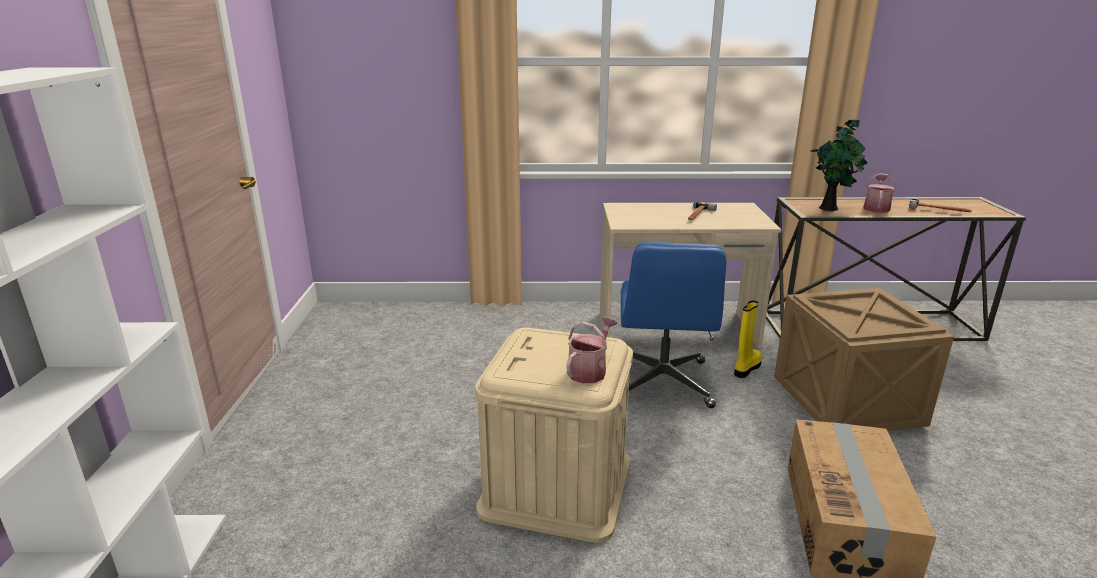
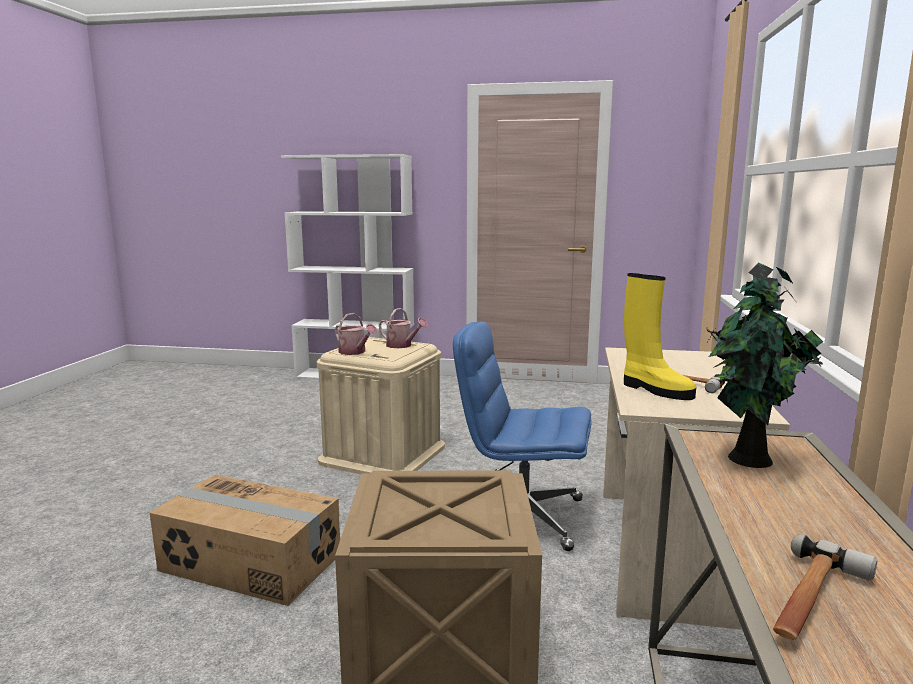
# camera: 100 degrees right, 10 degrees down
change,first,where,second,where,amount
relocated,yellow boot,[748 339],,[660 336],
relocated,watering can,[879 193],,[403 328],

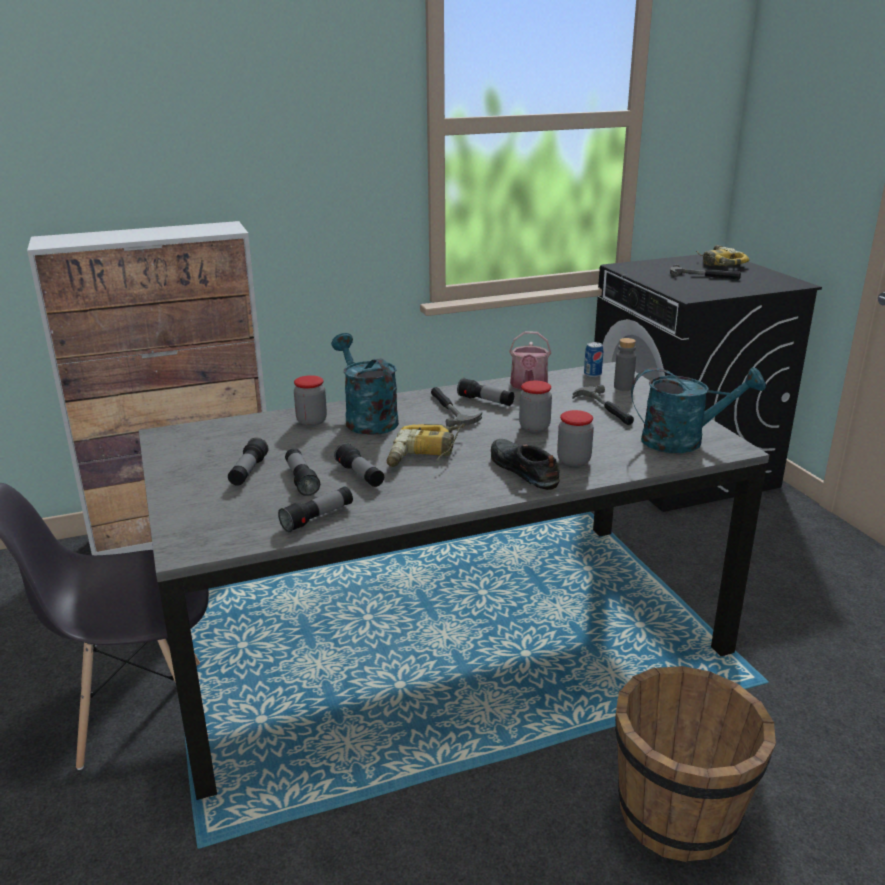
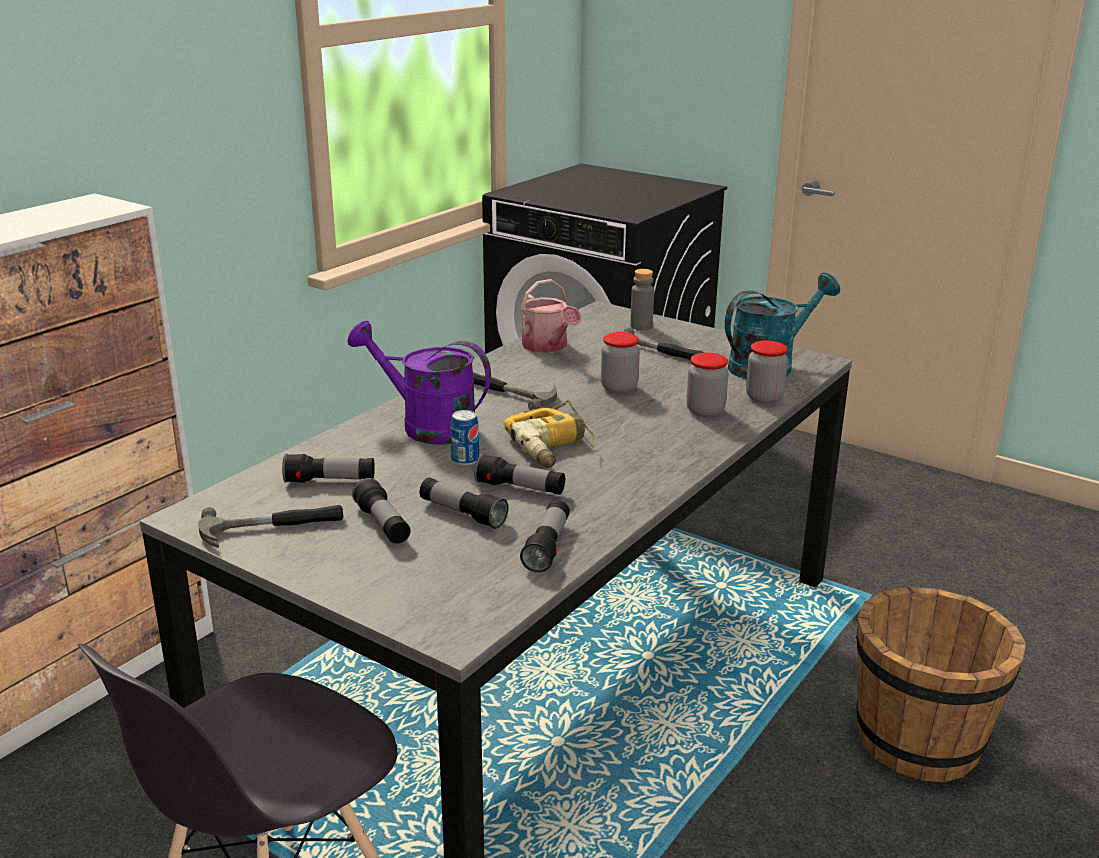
# camera: 35 degrees left, 0 degrees up
change,first,where,second,where,amount
relocated,jar,[310 400],,[767 372],
colour,turquoise watering can,[365 384],purple watering can,[419 383],
relocated,flashlight,[485 392],,[328 468],
missing,black shoe,[525 464],,,
relocated,can,[593 359],,[464 438],
relocated,hammer,[705 272],,[270 526],
missing,power drill,[722 255],,,

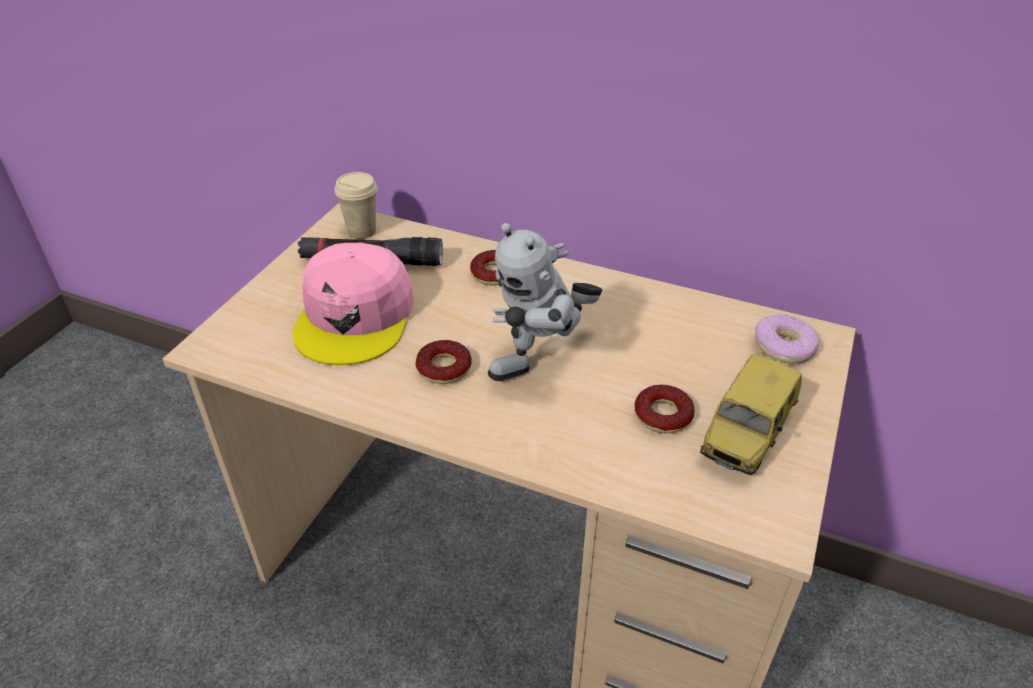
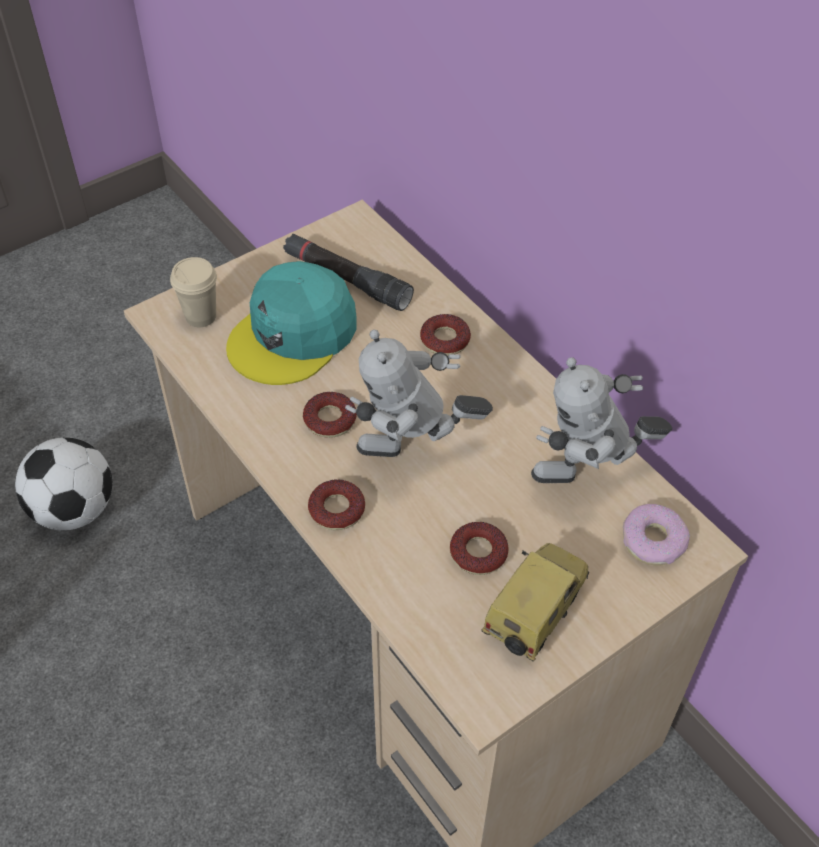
# camera: 30 degrees right, 10 degrees up
change,first,where,second,where,amount
colour,pink cap,[353 304],turquoise cap,[291 323],
relocated,beige cup,[356 205],,[193 292],
spun,toy car,[751 414],,[535 602],150 degrees clockwise
appeared,,,football,[63 484],
appeared,,,donut,[336 504],
appeared,,,toy robot,[601 420],

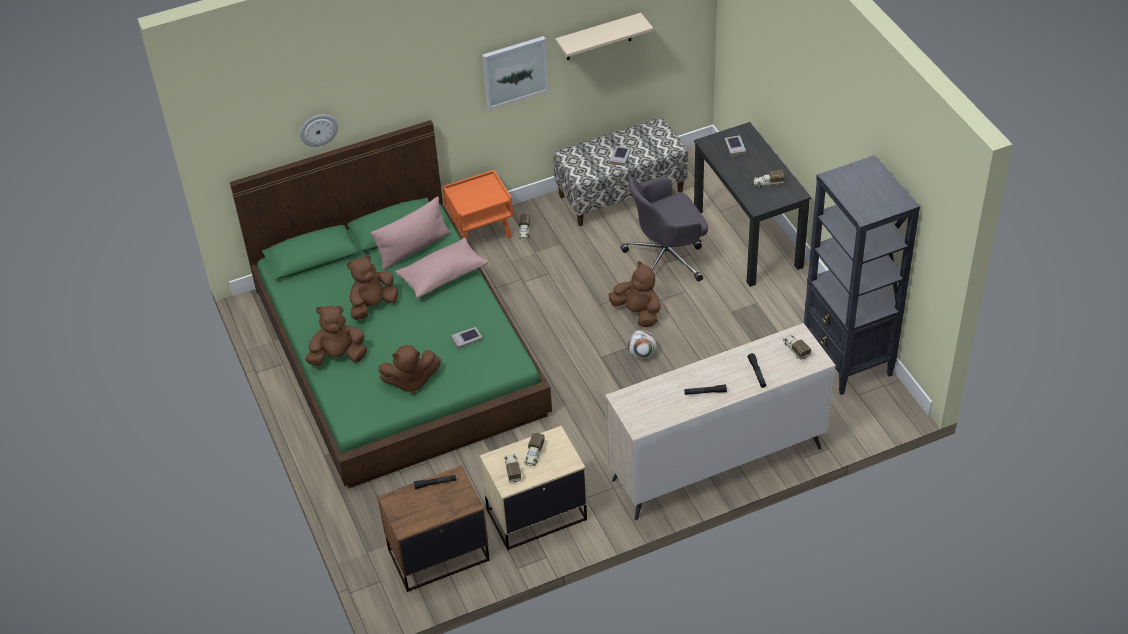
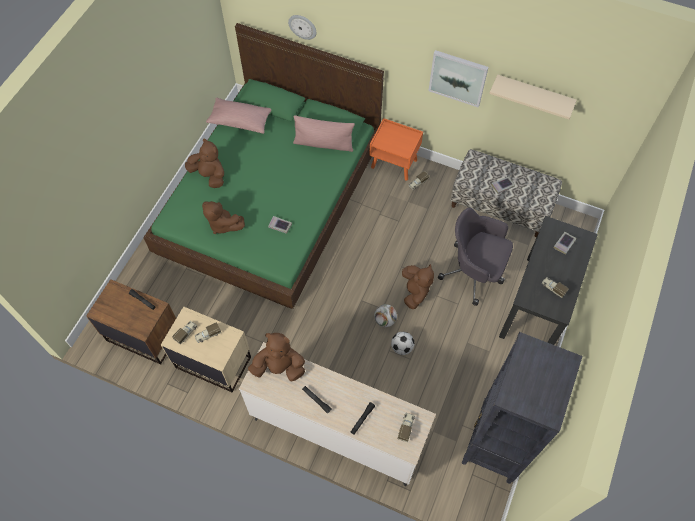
# camera: 45 degrees right, 15 degrees up
change,first,where,second,where,amount
relocated,brown plush toy,[372 287],,[276 357],
relocated,pink pillow,[441 267],,[238 115],
appeared,,,football,[403 343],

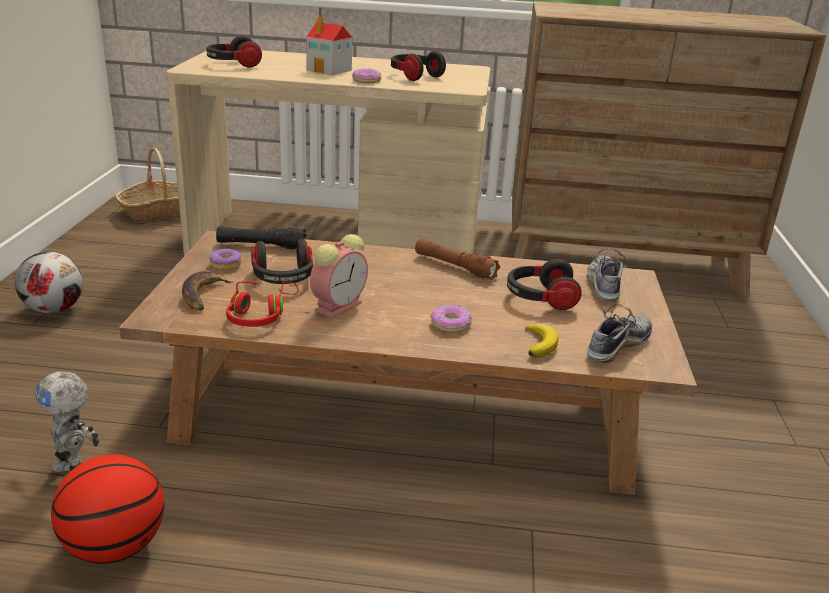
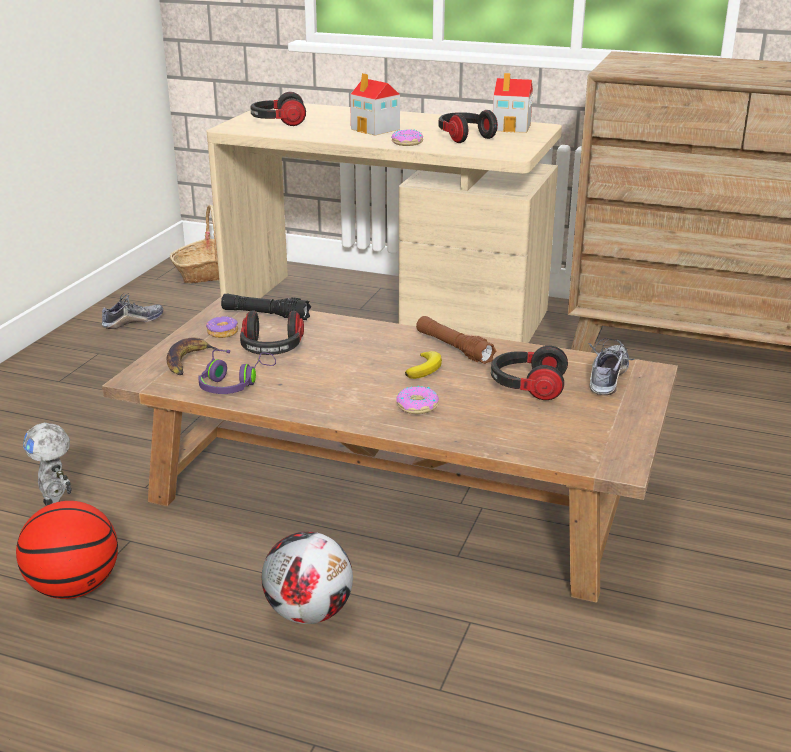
# camera: 15 degrees right, 0 degrees up
change,first,where,second,where,amount
relocated,football,[49 283],,[307 577],
colour,red headphones,[262 304],purple headphones,[237 372],
missing,alarm clock,[339 276],,,
relocated,banana,[541 341],,[423 365],
relocated,shoe,[619 333],,[132 311],
appeared,,,toy house,[513 103],

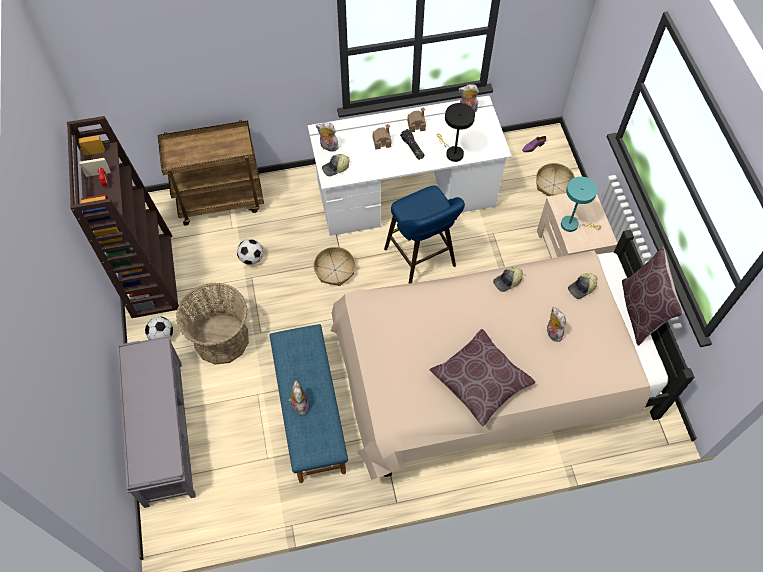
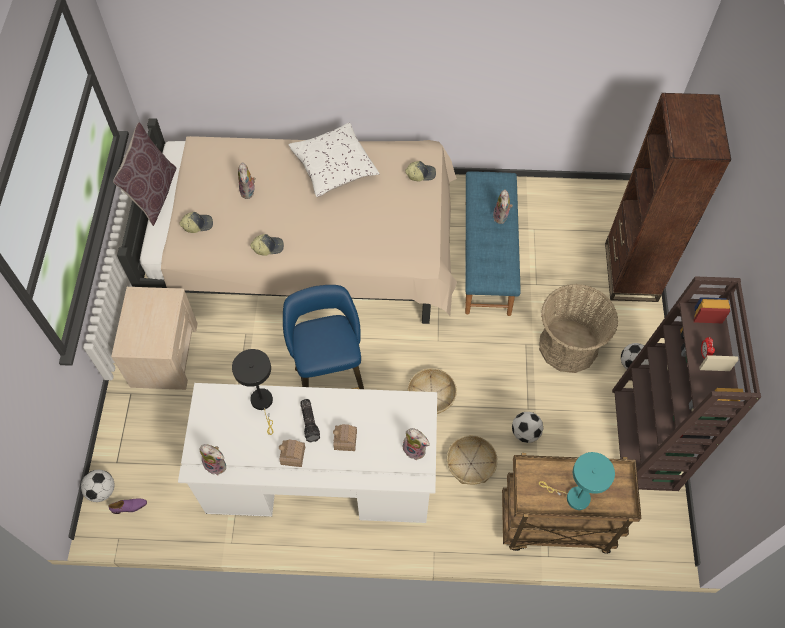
# camera: 165 degrees left, 0 degrees up
change,first,where,second,where,amount
exchanged,grey bench,[156 422],brown bookcase,[668 197],
relocated,cap,[336 165],,[420 171],
colour,brown pillow,[482 378],white pillow,[334 159],
relocated,basket,[555 179],,[472 460],
relocated,turquoise table lamp,[581 204],,[577 481],
appeared,,,football,[98 486],

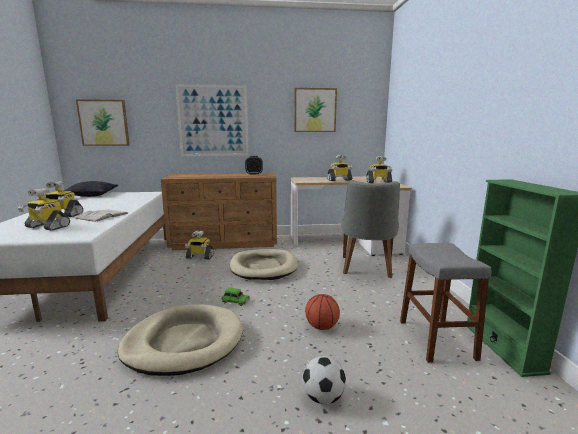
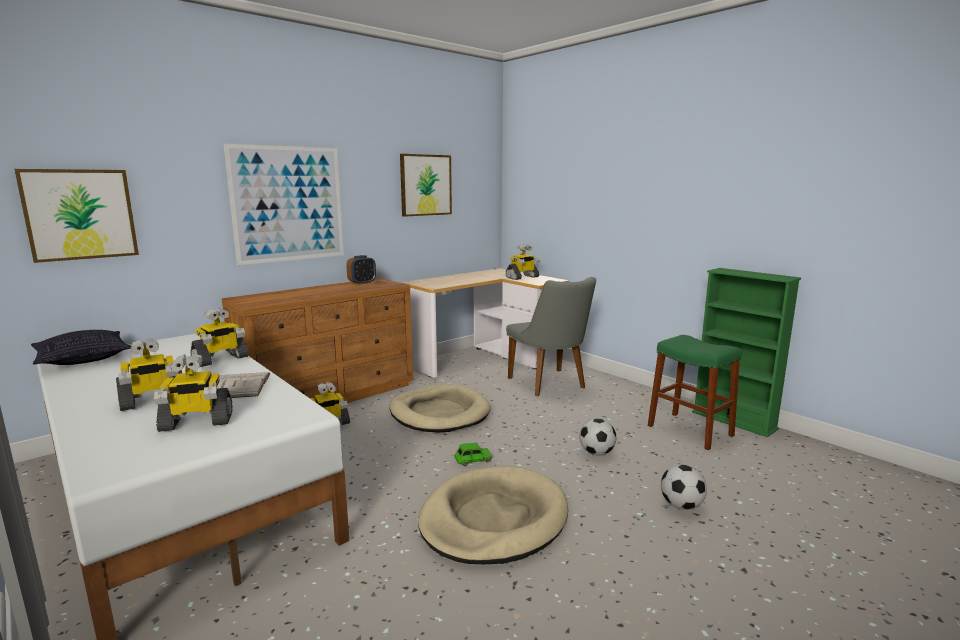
# camera: 35 degrees left, 0 degrees up
change,first,where,second,where,amount
exchanged,basketball,[322 312],football,[597 437],
relocated,toy robot,[339 168],,[219 337],
colour,grey stool,[445 303],green stool,[695 392],

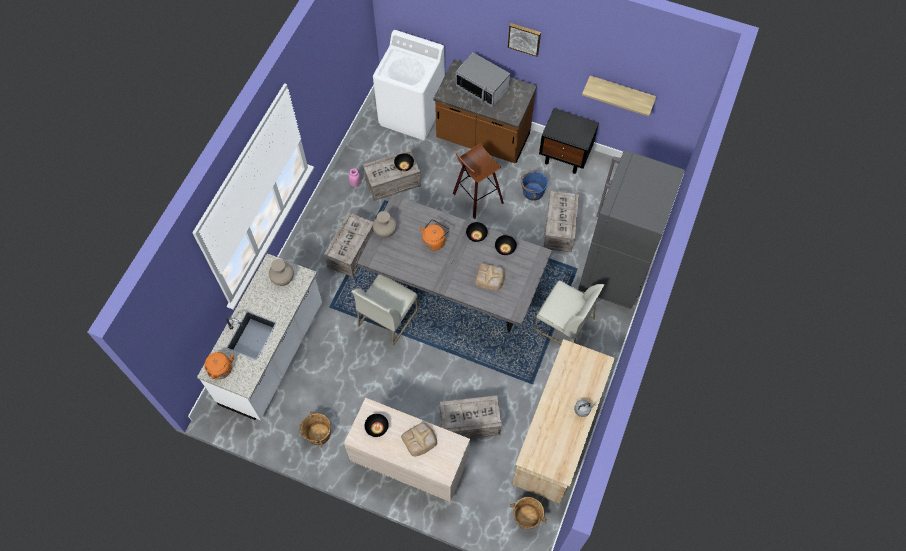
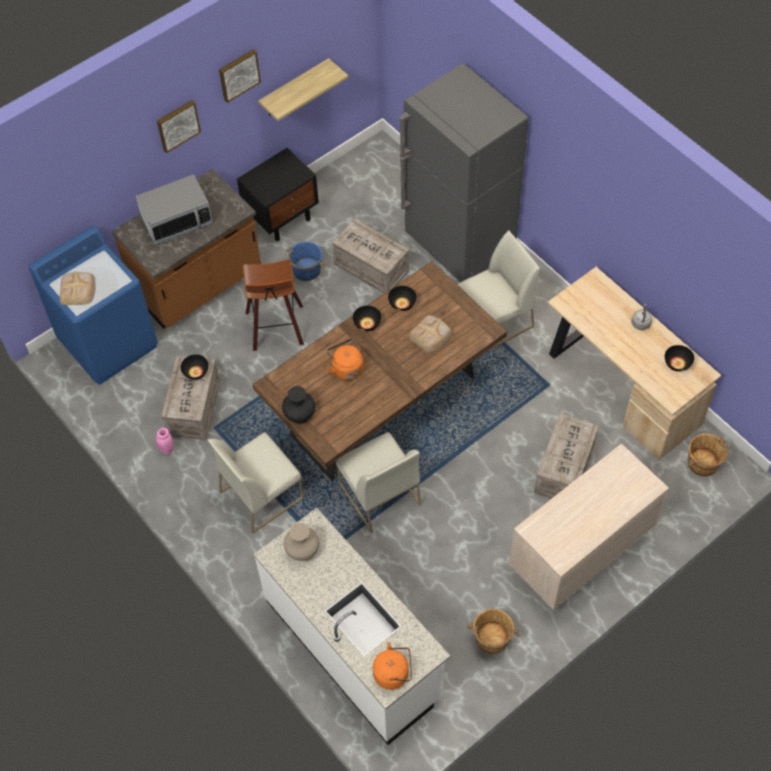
# camera: 60 degrees left, 5 degrees down
change,first,where,second,where,amount
exchanged,crate,[349 244],white chair,[255 483],
colour,grey dining table,[454 263],brown dining table,[379 371],
relocated,black bowl,[377 425],,[679 358],
colour,white washing machine,[409 85],blue washing machine,[93 305],
colour,beige vase,[385 224],black vase,[298 405],
relocated,bread,[419 439],,[77 288],
appeared,,,picture,[240 76],

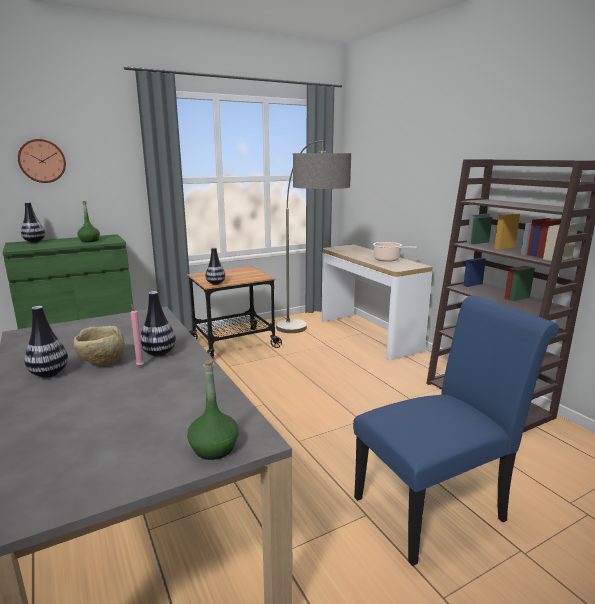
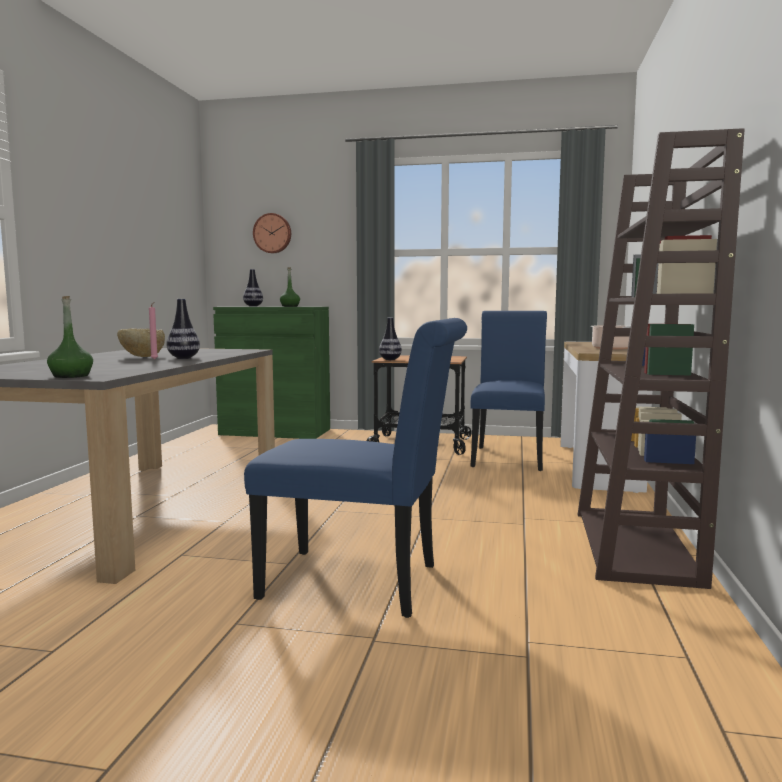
# camera: 40 degrees right, 10 degrees down
change,first,where,second,where,amount
missing,vase,[46 342],,,
exchanged,floor lamp,[313 236],blue chair,[508 391],

